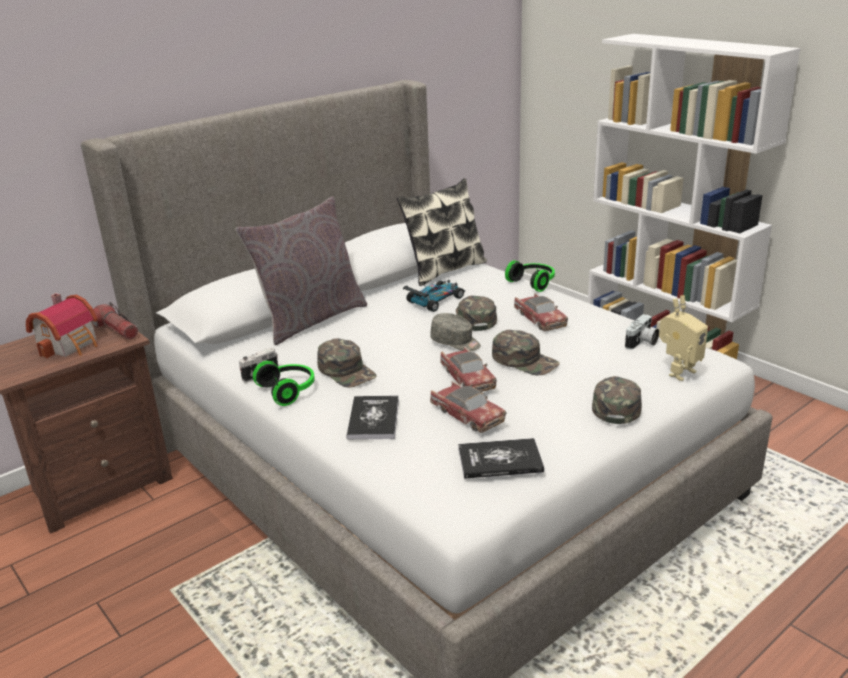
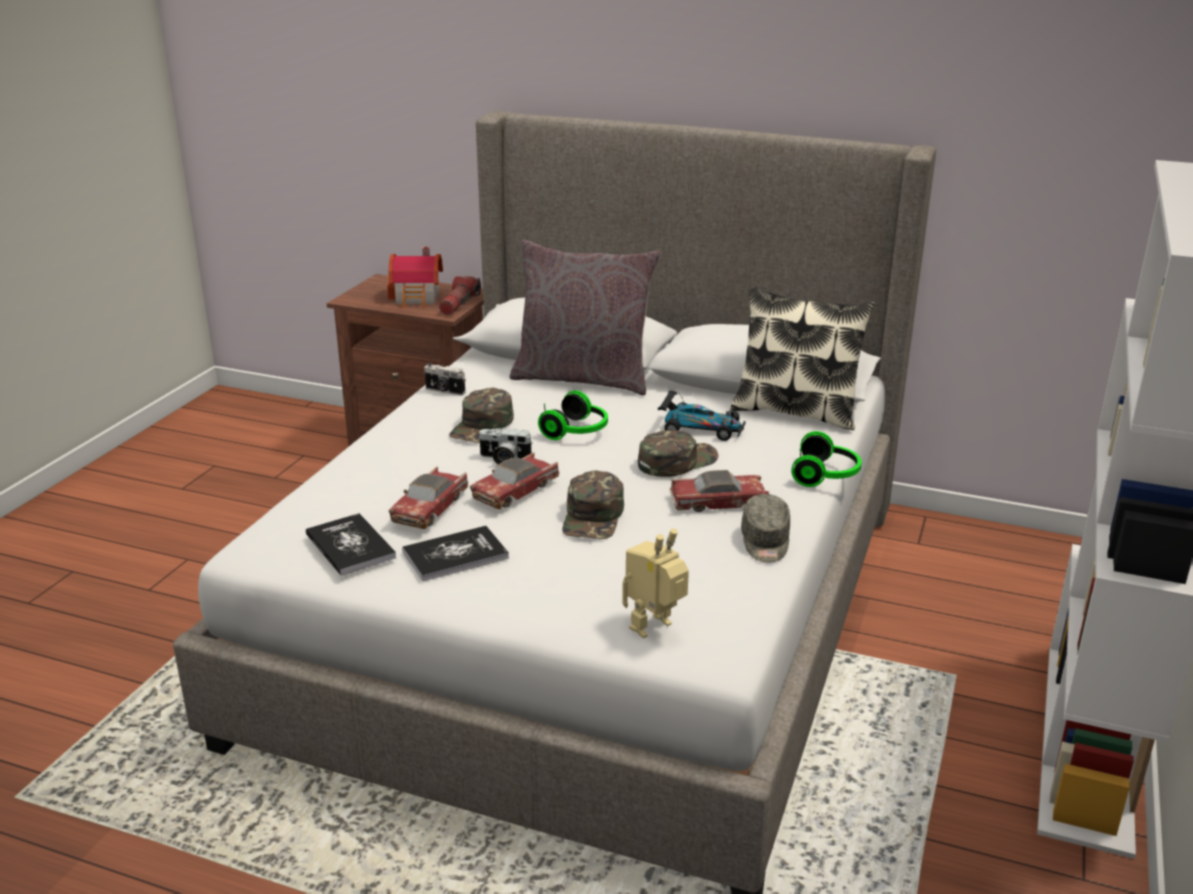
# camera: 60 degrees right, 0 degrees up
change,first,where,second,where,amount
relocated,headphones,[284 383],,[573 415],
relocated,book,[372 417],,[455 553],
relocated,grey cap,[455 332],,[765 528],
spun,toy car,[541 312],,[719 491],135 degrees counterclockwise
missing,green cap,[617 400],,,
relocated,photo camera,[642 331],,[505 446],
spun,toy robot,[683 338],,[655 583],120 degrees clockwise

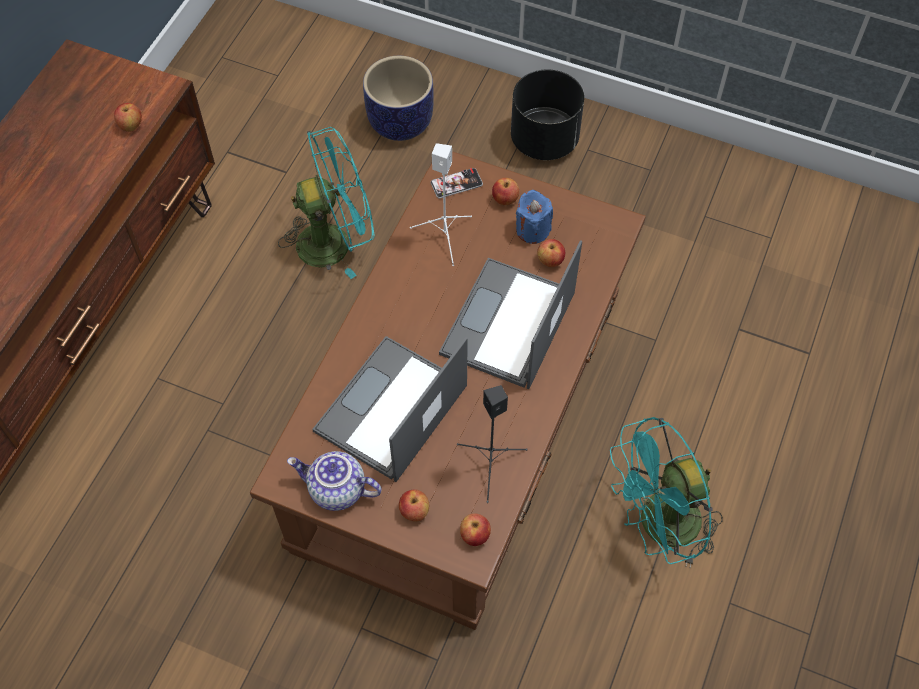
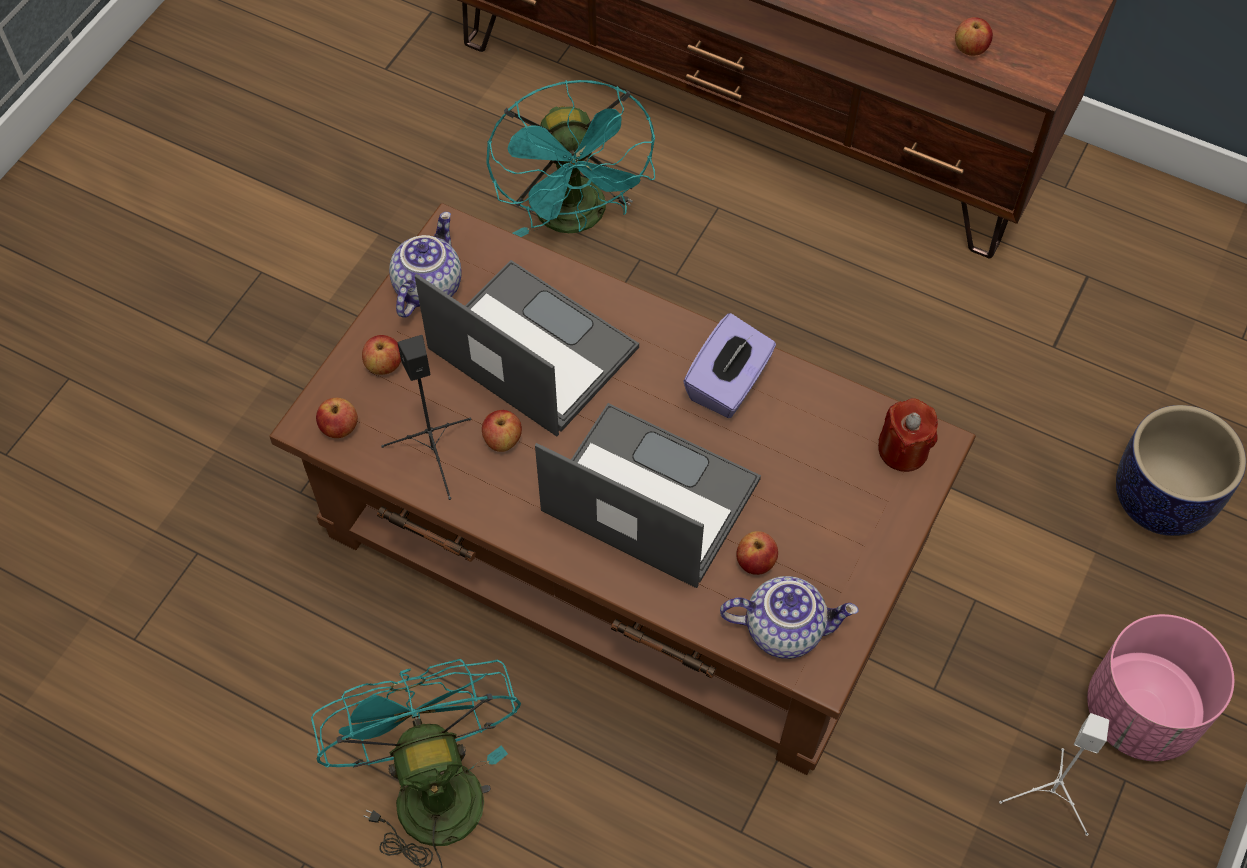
# camera: 95 degrees right, 0 degrees up
change,first,where,second,where,amount
relocated,turquoise fan,[326 203],,[570 158],
relocated,white speaker,[441 204],,[1054 774],
exchanged,phone,[457 183],red candle,[908 435],
relocated,apple,[505 191],,[502 431],
colour,black planter,[547 114],pink planter,[1160 687],
missing,blue candle,[534 217],,,
appeared,,,purple tissue box,[729 365],
appeared,,,teapot,[789 617],

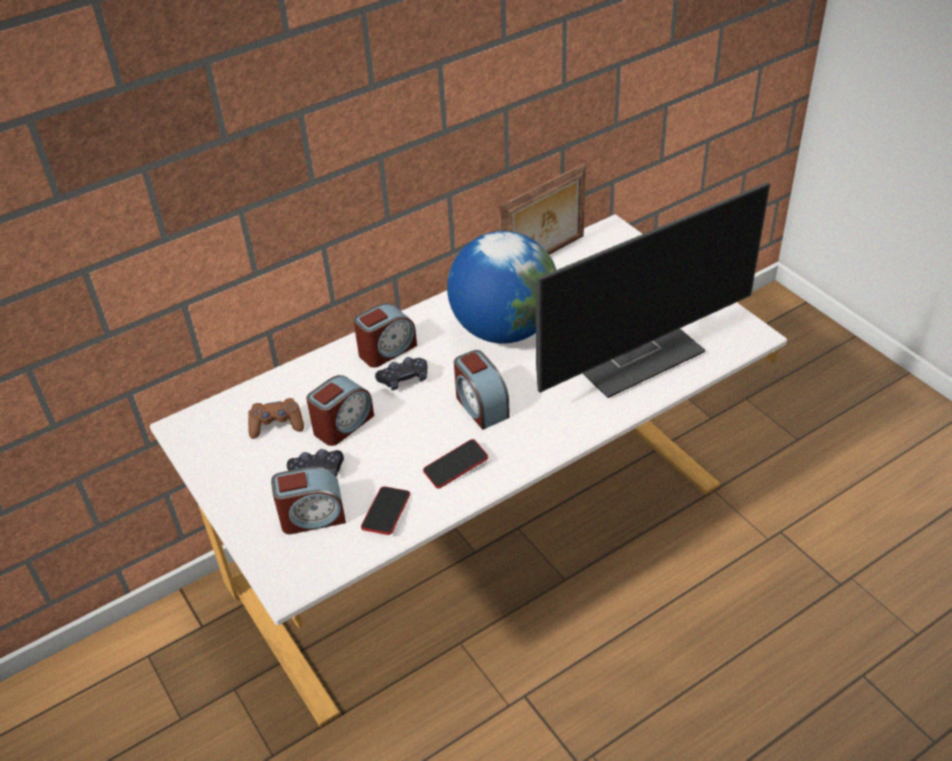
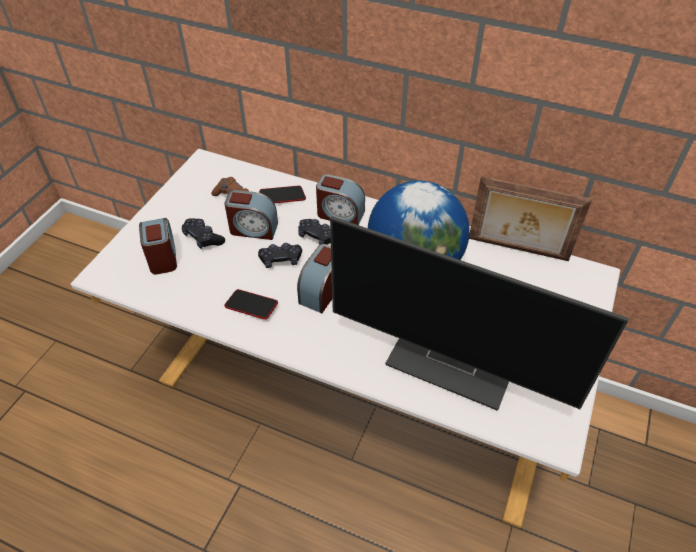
# camera: 55 degrees right, 5 degrees up
change,first,where,second,where,amount
spun,alarm clock,[308 500],,[158 246],150 degrees counterclockwise
relocated,phone,[385 510],,[282 194],
appeared,,,black game controller,[280 255],

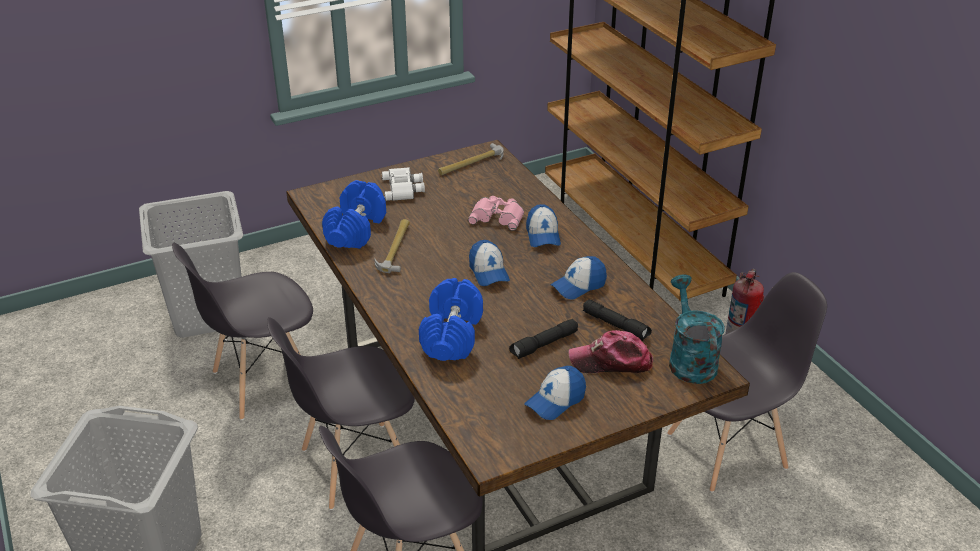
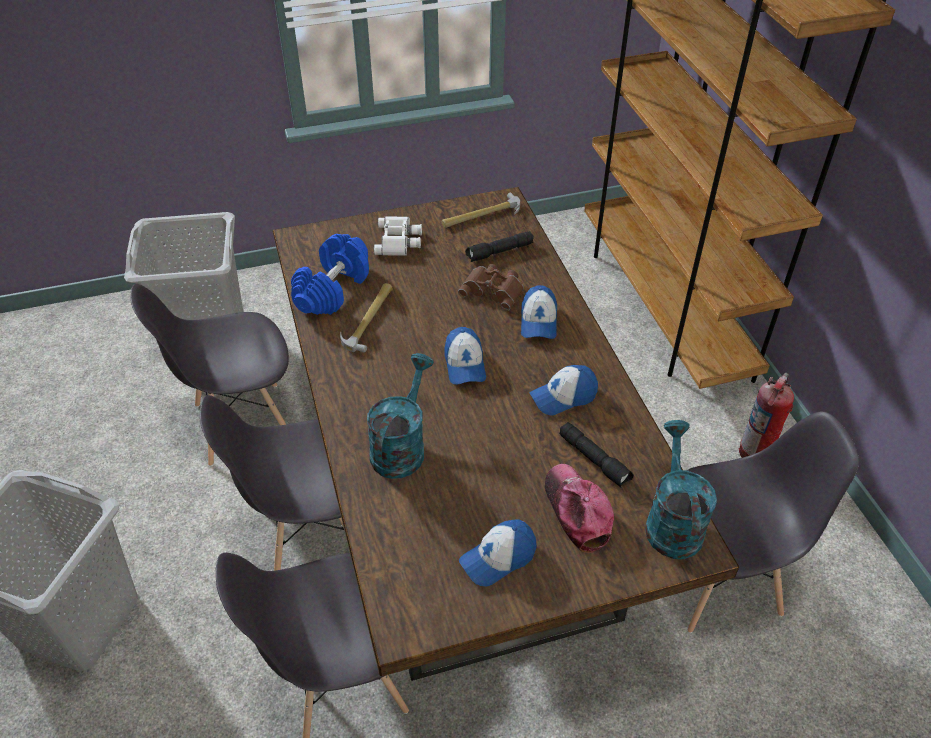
# camera: 10 degrees right, 10 degrees up
change,first,where,second,where,amount
exchanged,blue dumbbell,[451 319],turquoise watering can,[400 416],
colour,pink binoculars,[496 213],brown binoculars,[491 287],
relocated,black flashlight,[543 339],,[499 246],
spun,cap,[611 351],,[579 508],60 degrees clockwise

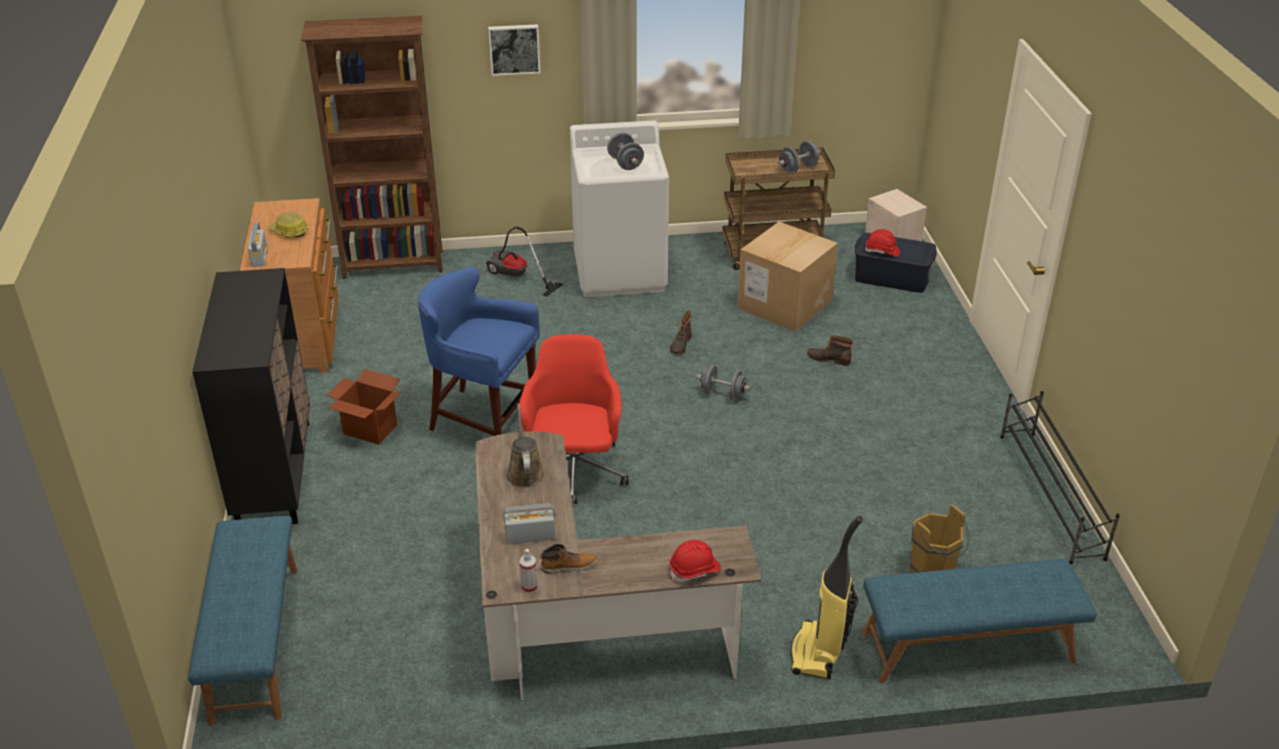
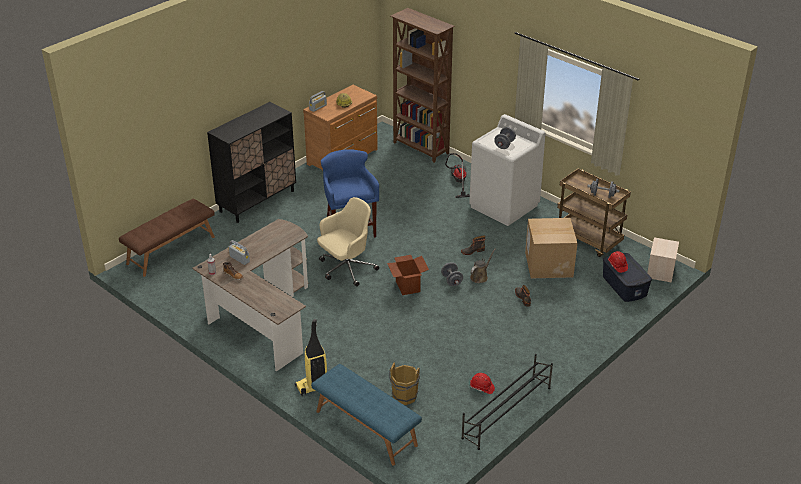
# camera: 50 degrees right, 0 degrees up
change,first,where,second,where,amount
colour,blue bench,[242 621],brown bench,[167 238],
relocated,cardboard box,[364 407],,[408 275],
missing,picture,[514 50],,,
relocated,brown watering can,[525 446],,[483 266],
colour,red office chair,[574 419],beige office chair,[348 242],
relocated,red hard hat,[695 561],,[482 383],

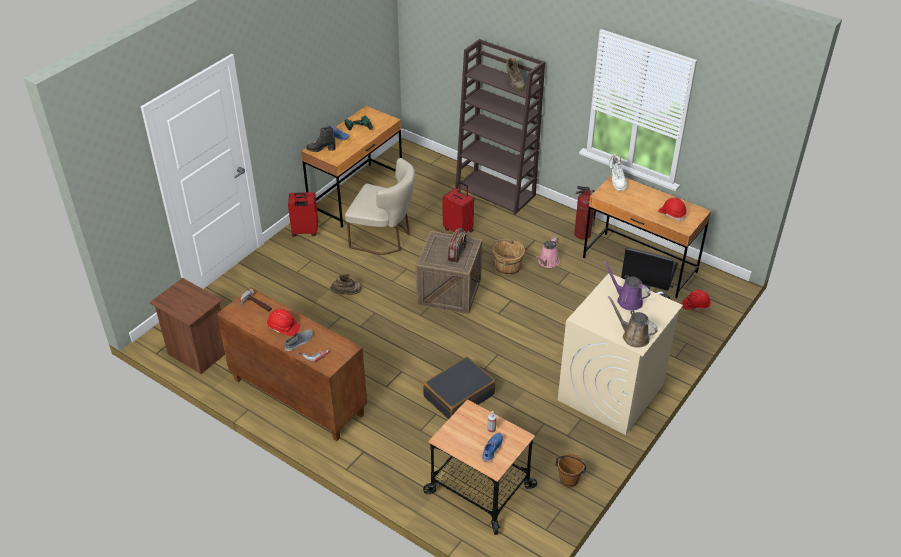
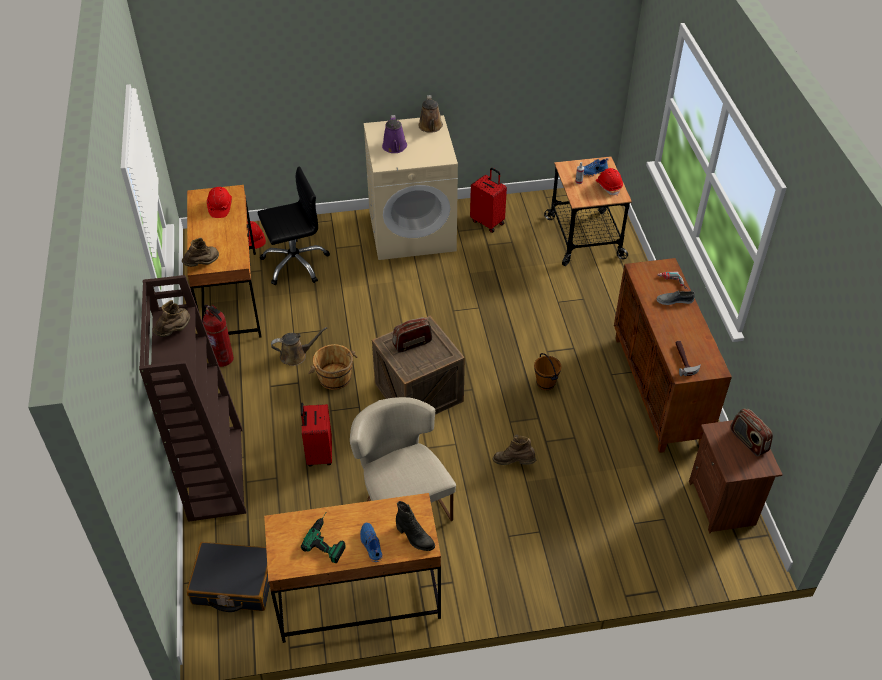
# camera: 135 degrees left, 5 degrees up
change,first,where,second,where,amount
relocated,red hard hat,[283 322],,[609 182],
relocated,red suitcase,[303 214],,[488 200],
relocated,black suitcase,[459 388],,[228 577],
colour,pink watering can,[548 252],brown watering can,[299 346],
relocated,brown bucket,[571 470],,[548 371],
colour,white boot,[618 172],brown boot,[200 252],
appeared,,,radio,[752 432],

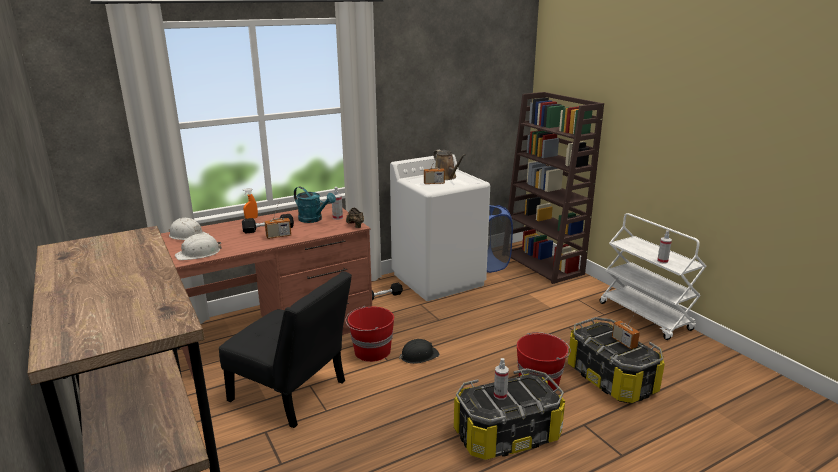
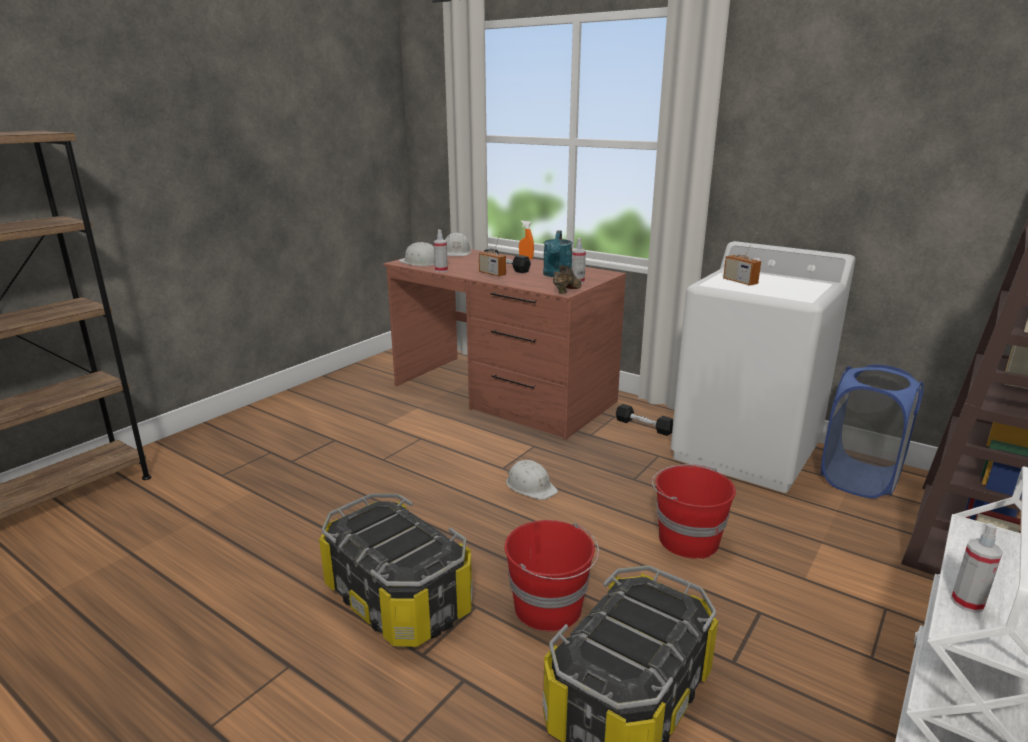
# camera: 65 degrees right, 0 degrees up
change,first,where,second,where,amount
missing,black chair,[285 349],,,
relocated,red bucket,[369 334],,[694 511],
colour,black hard hat,[419 351],white hard hat,[532 480],
missing,brown watering can,[449 165],,,
relocated,spray bottle,[501 379],,[441 251],
missing,radio,[626 330],,,

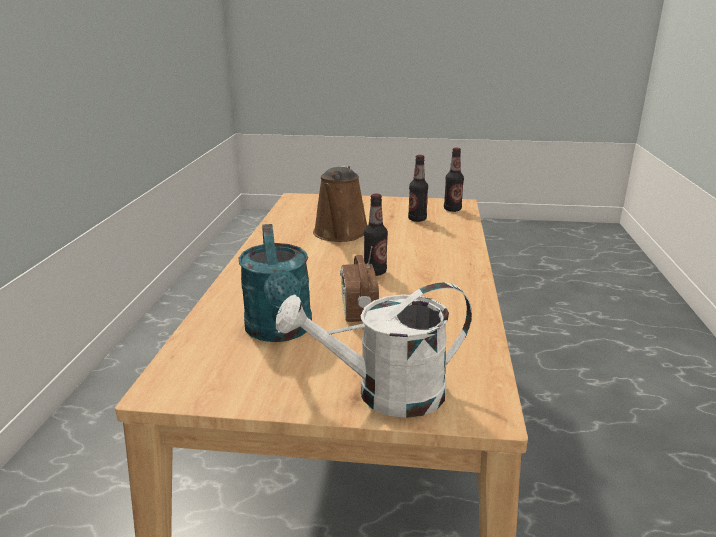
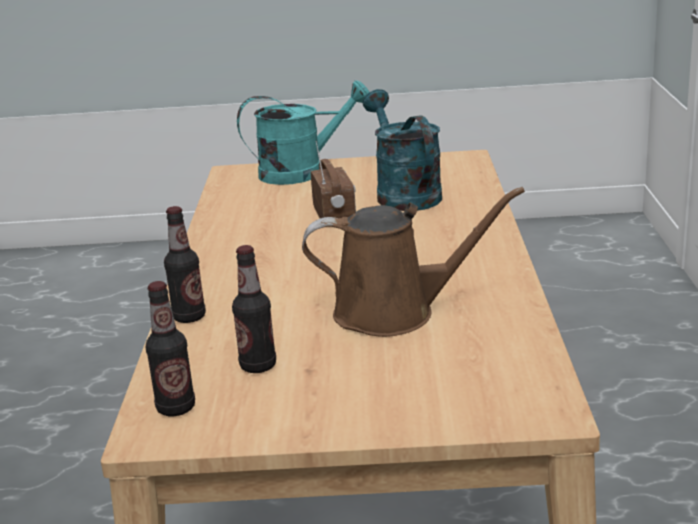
# camera: 175 degrees right, 0 degrees up
change,first,where,second,where,amount
colour,white watering can,[374 350],turquoise watering can,[303 132],
spun,brown watering can,[340 203],,[413 262],90 degrees clockwise
relocated,bottle,[376 235],,[185 264],

